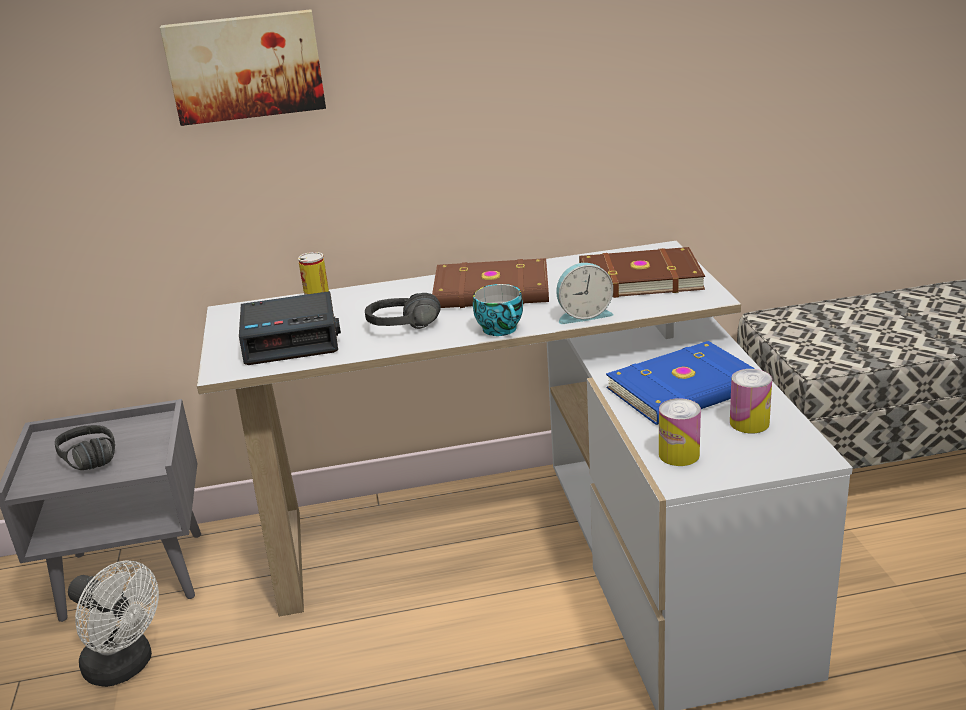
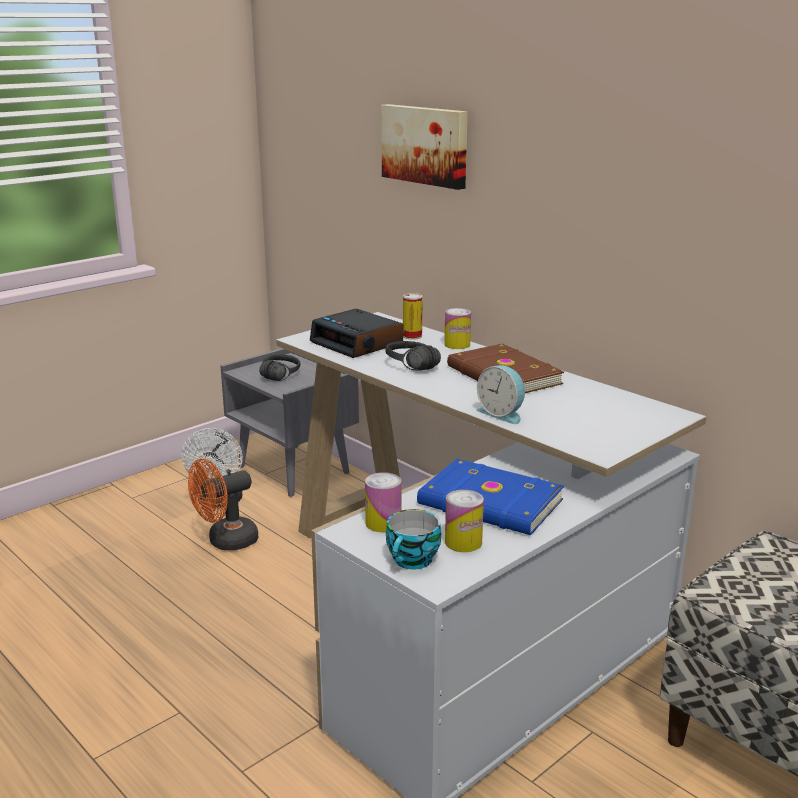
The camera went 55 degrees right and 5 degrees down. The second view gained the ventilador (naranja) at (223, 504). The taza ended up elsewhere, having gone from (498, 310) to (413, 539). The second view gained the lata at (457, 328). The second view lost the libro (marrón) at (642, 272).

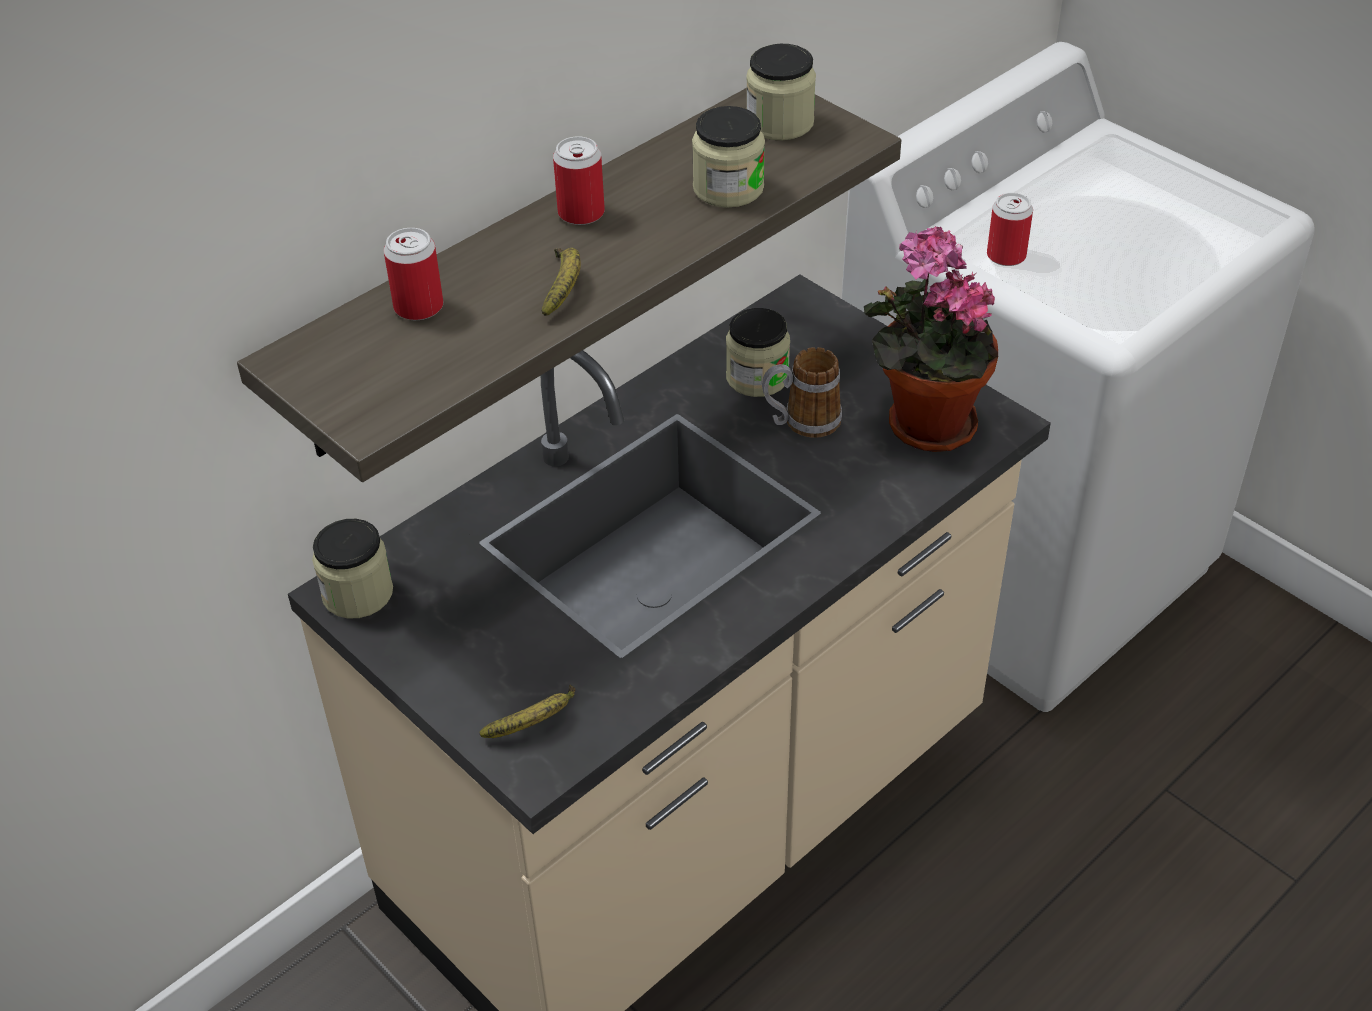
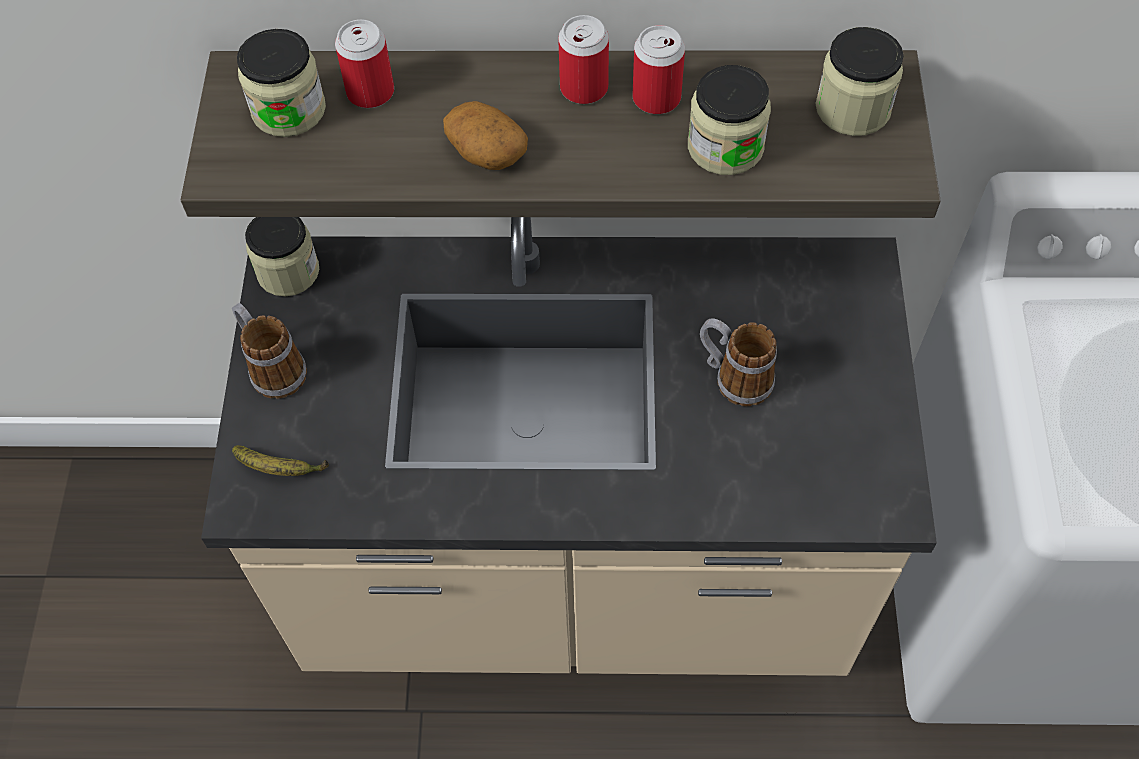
The camera went 45 degrees right and 15 degrees up. The second view gained the taza grande at (269, 351). The tarro ended up elsewhere, having gone from (758, 352) to (281, 83). Where the plátano stood at (561, 282), the patata came to stand at (485, 135). The lata ended up elsewhere, having gone from (1010, 229) to (659, 69). The second view lost the planta en maceta at (931, 339).

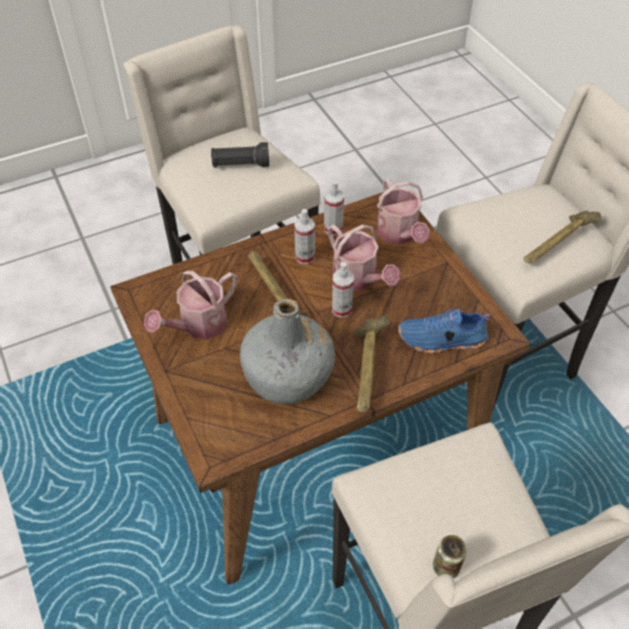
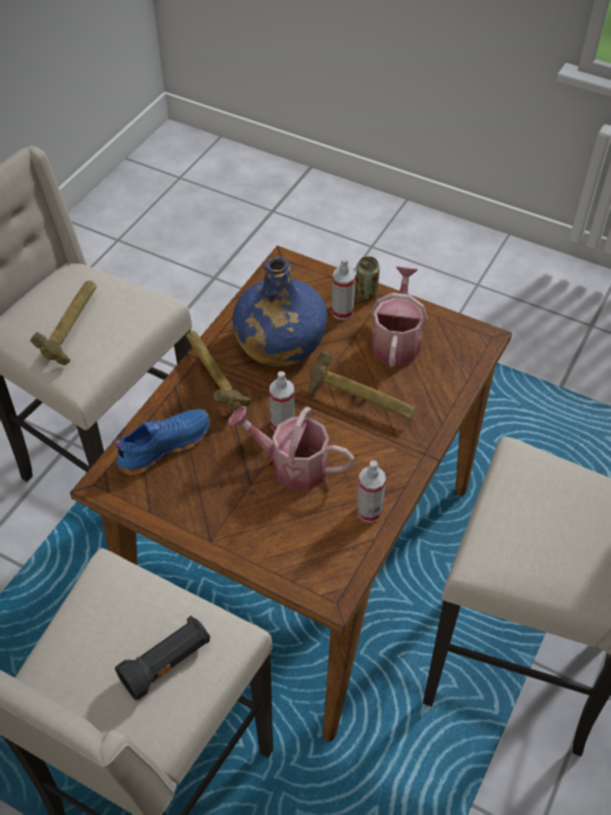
The camera went 145 degrees right and 0 degrees up. The martillo ended up elsewhere, having gone from (562, 237) to (63, 322). The linterna (negro) ended up elsewhere, having gone from (240, 155) to (163, 657). What was the botella (gris) at (287, 351) turned into the botella (azul) at (279, 311). The pulverizador ended up elsewhere, having gone from (304, 236) to (343, 289). The lata ended up elsewhere, having gone from (450, 556) to (367, 278). The second view lost the regadera at (403, 211).

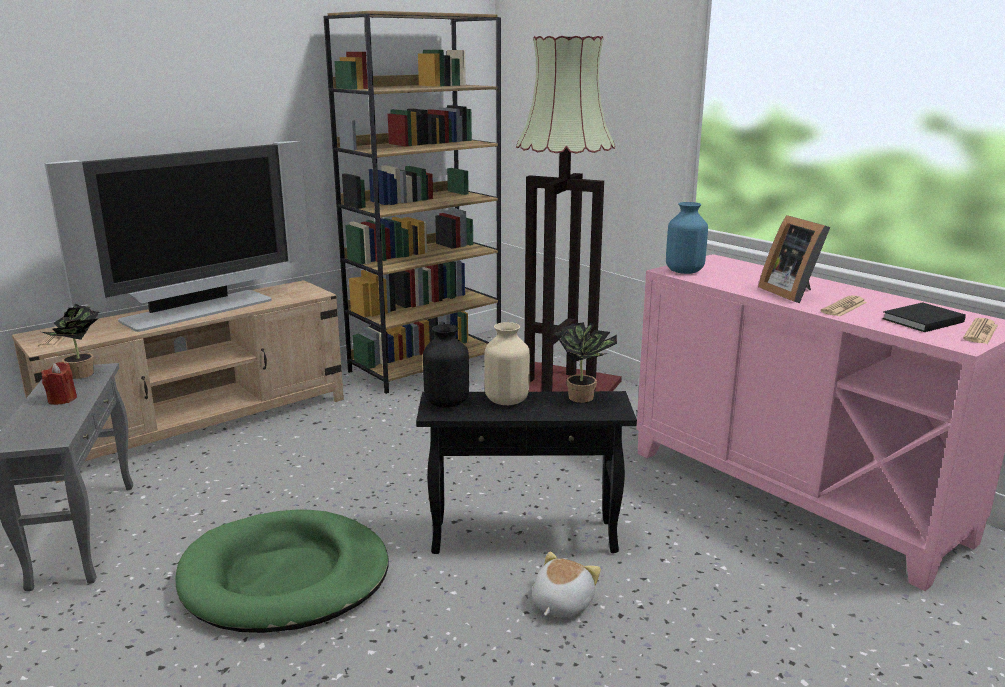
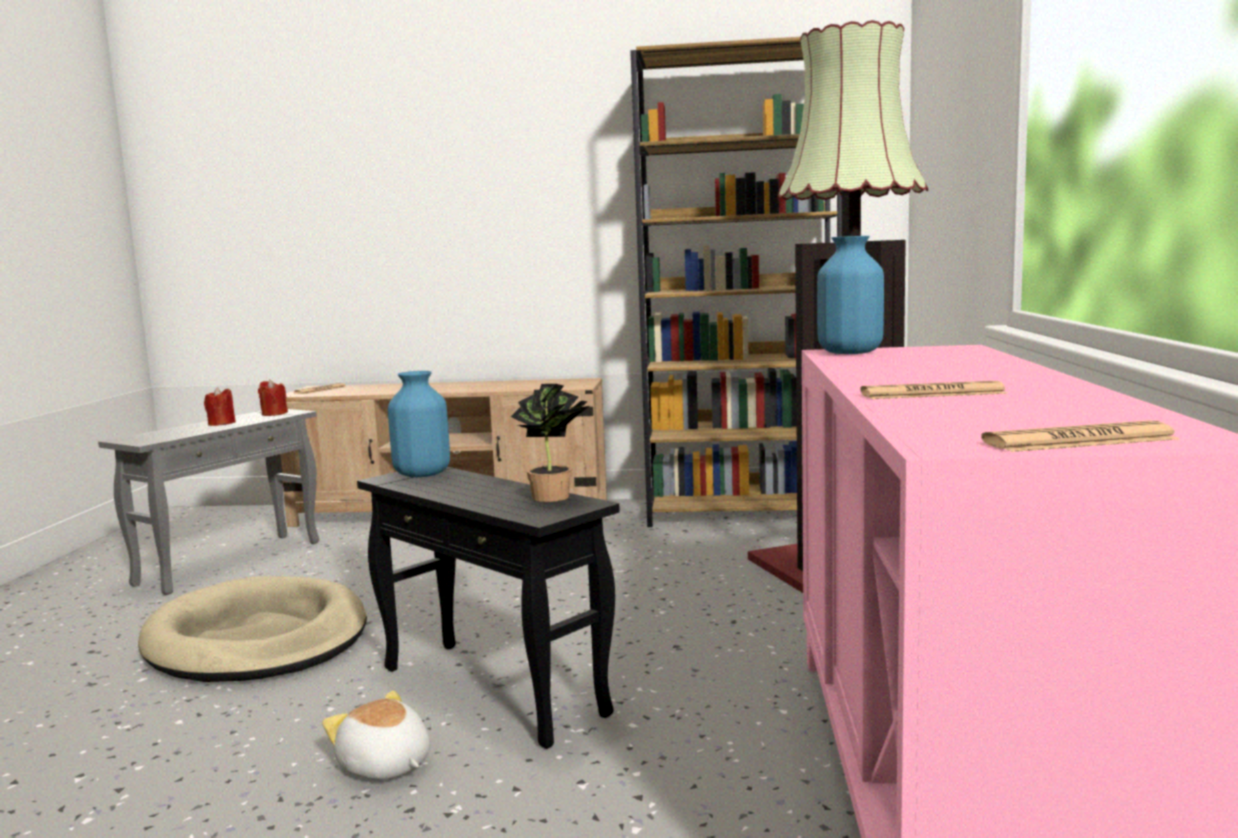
The camera went 45 degrees right and 10 degrees down. What was the cama para perro (verde) at (281, 571) turned into the cama para perro (beis) at (252, 629). Where the planta en maceta stood at (70, 341), the vela (rojo) came to stand at (273, 397). The peluche at (566, 585) ended up facing another way, 120 degrees counterclockwise from before. What was the florero (negro) at (446, 366) turned into the florero (azul) at (419, 424). The second view lost the televisor at (177, 236). The second view lost the florero (beis) at (507, 363). The second view lost the portarretratos at (794, 259). The second view lost the libro (negro) at (924, 317).

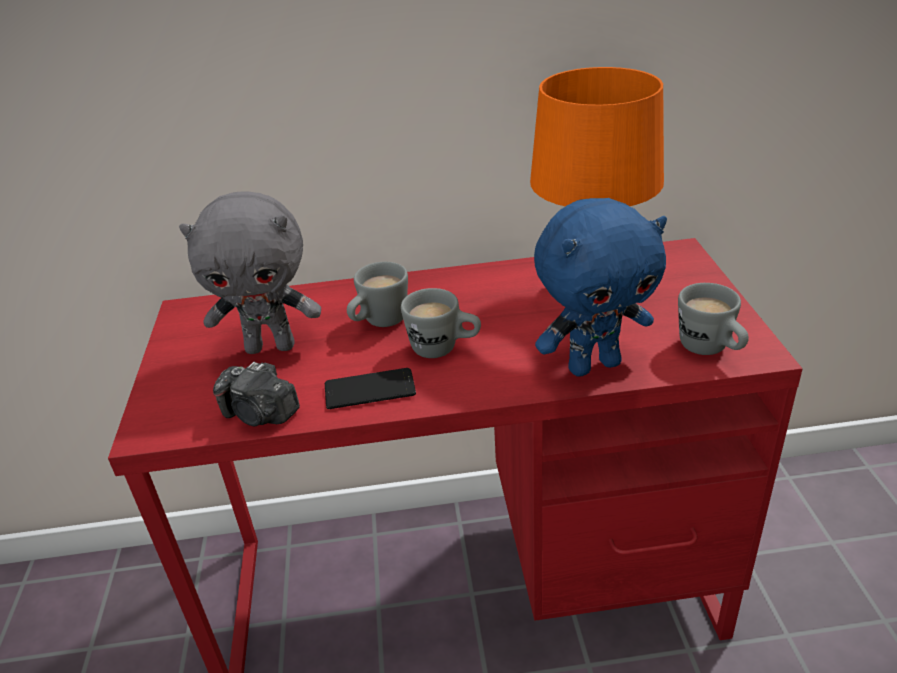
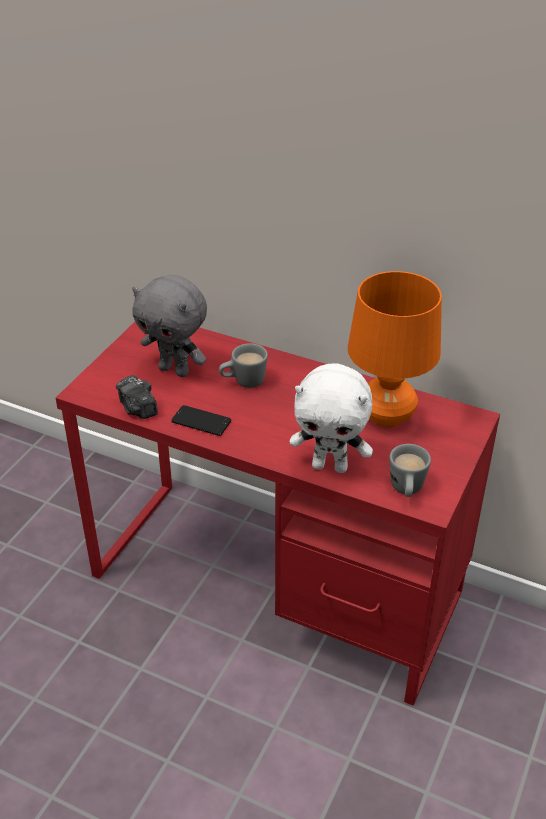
The camera went 30 degrees right and 5 degrees up. What was the peluche (azul) at (600, 287) turned into the peluche (blanco) at (331, 418). The second view lost the taza grande (gris) at (441, 323).

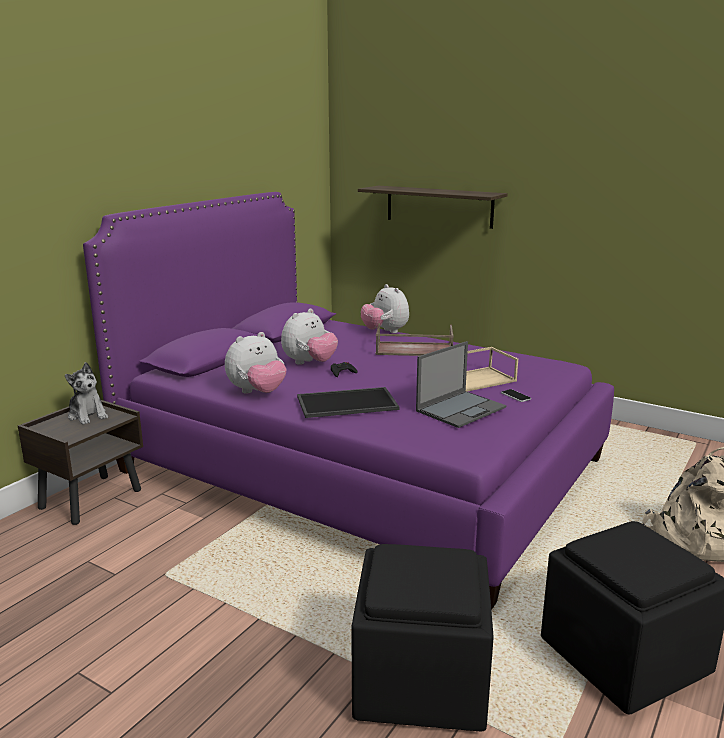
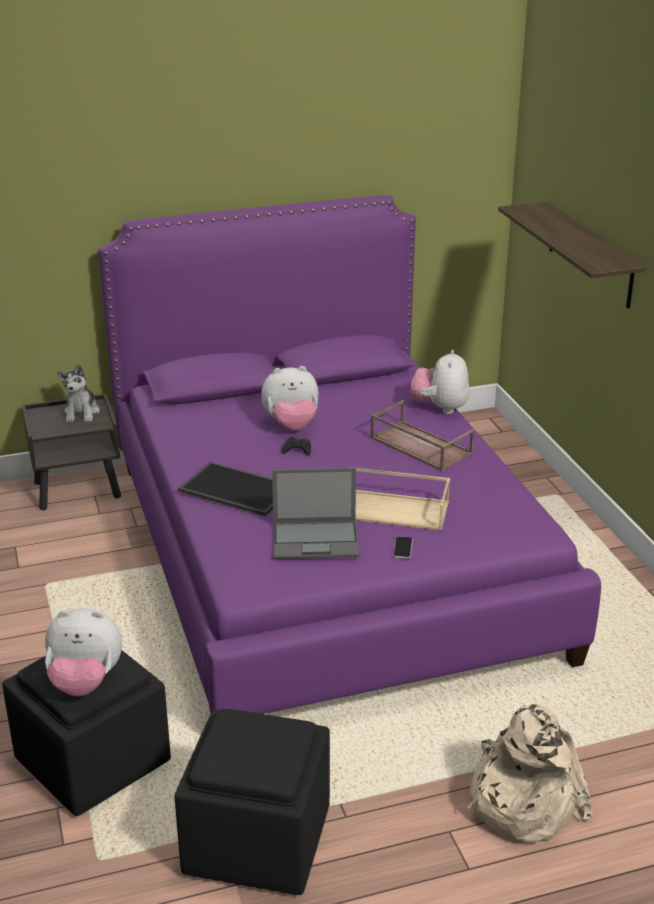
The camera went 40 degrees right and 10 degrees up. The peluche ended up elsewhere, having gone from (255, 363) to (83, 652).

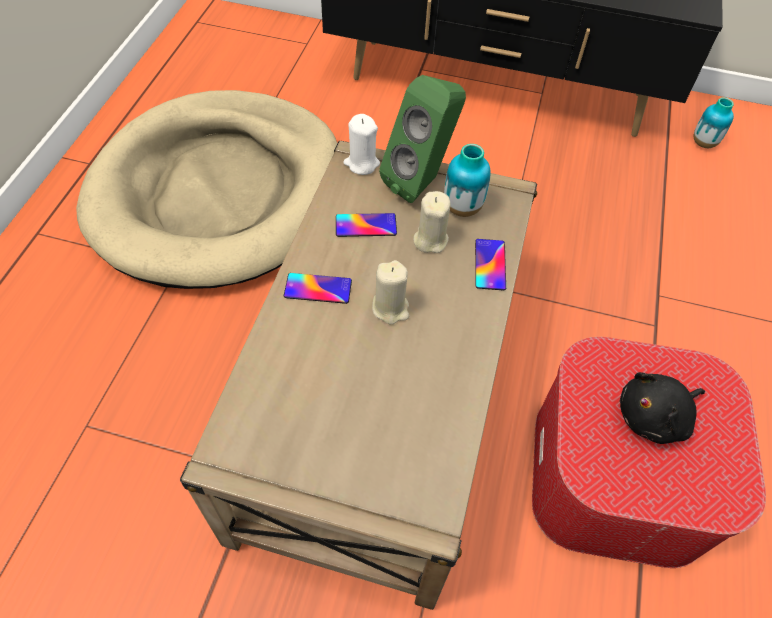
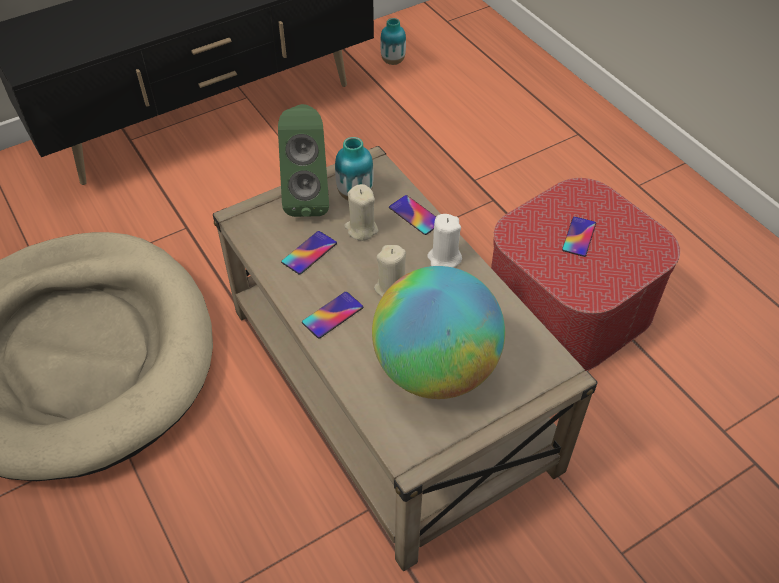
The camera went 45 degrees left and 5 degrees down. The second view gained the globo terráqueo at (438, 332). The vela (blanco) ended up elsewhere, having gone from (362, 144) to (444, 241). Where the peluche (negro) stood at (662, 408), the móvil came to stand at (579, 236).

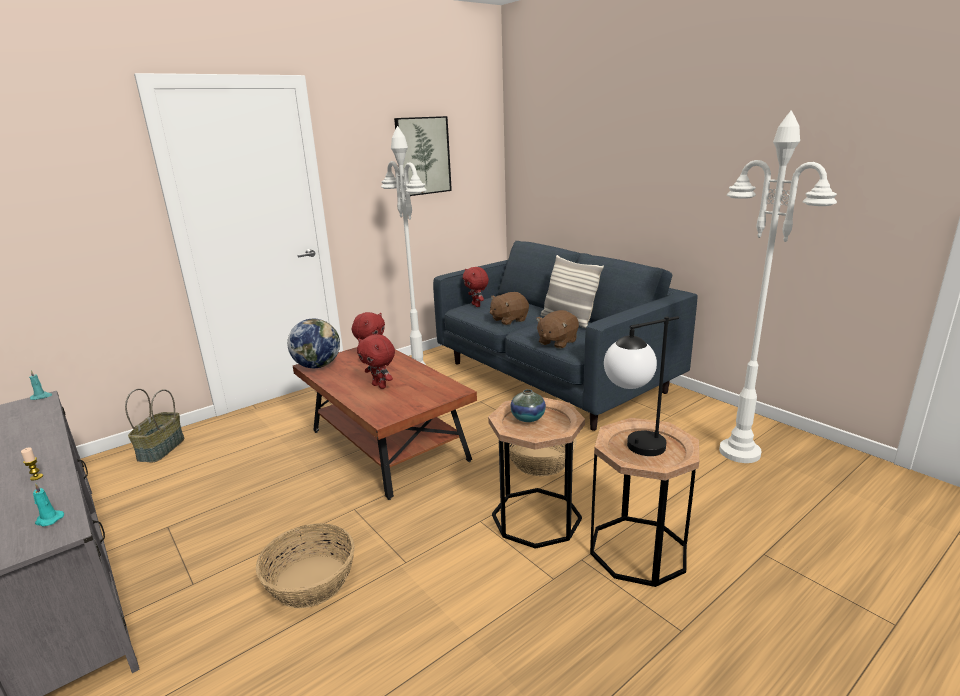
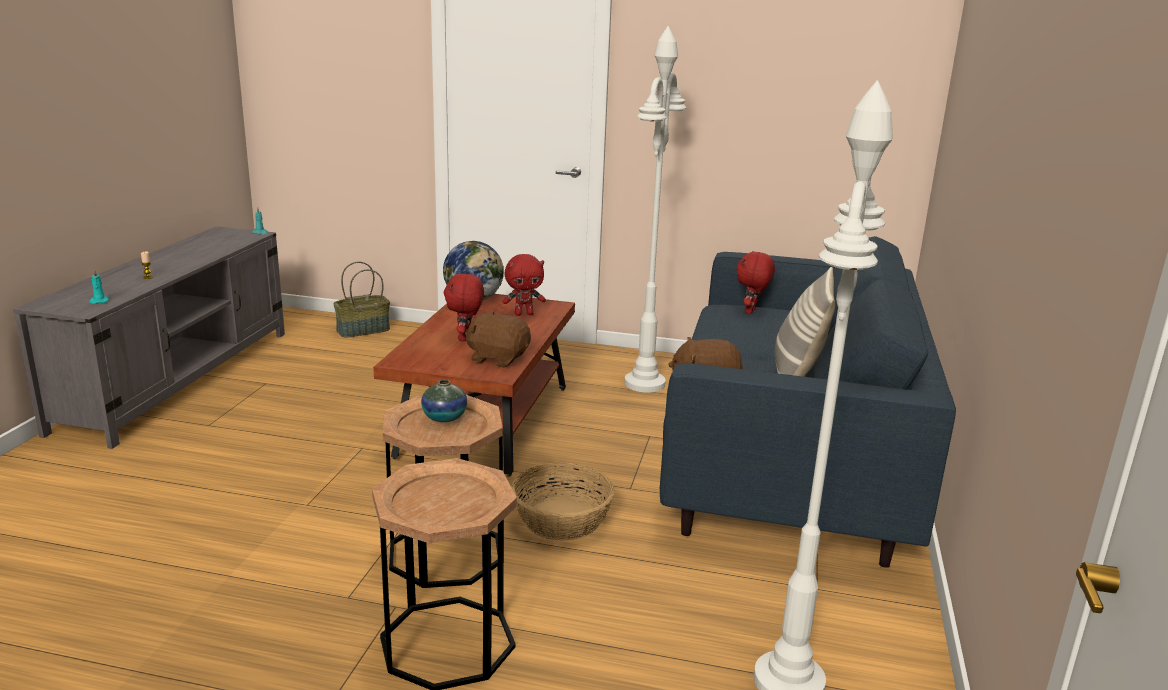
The camera went 50 degrees right and 0 degrees up. The peluche (marrón) ended up elsewhere, having gone from (509, 308) to (498, 339). The second view lost the cesta at (305, 565). The second view lost the cuadro at (423, 156). The second view lost the lámpara de mesa at (641, 386).

